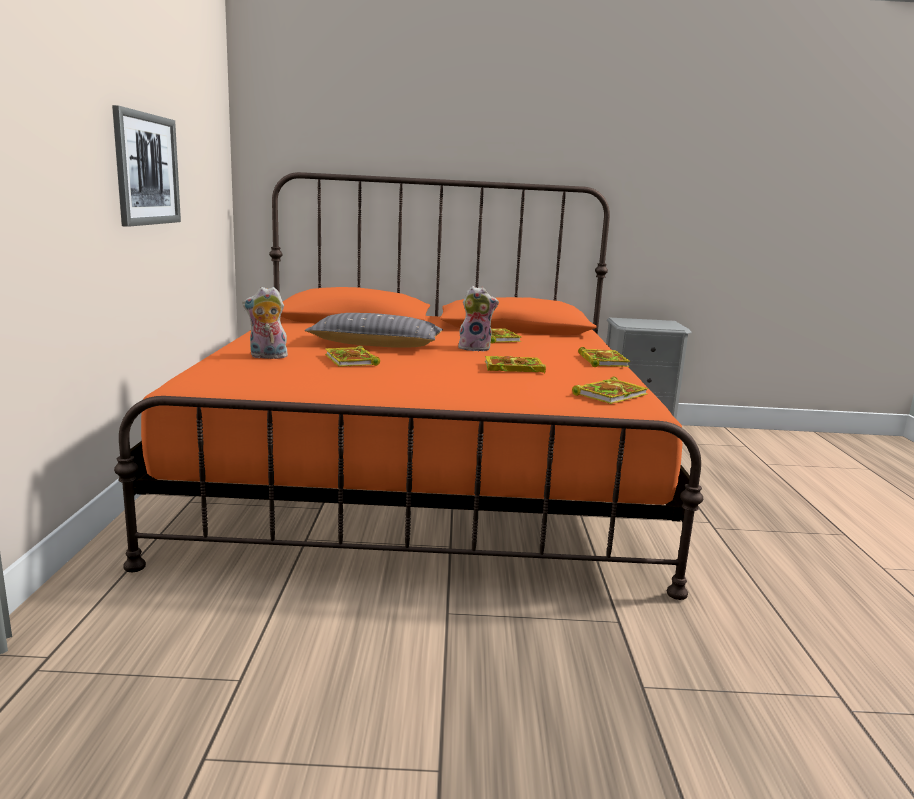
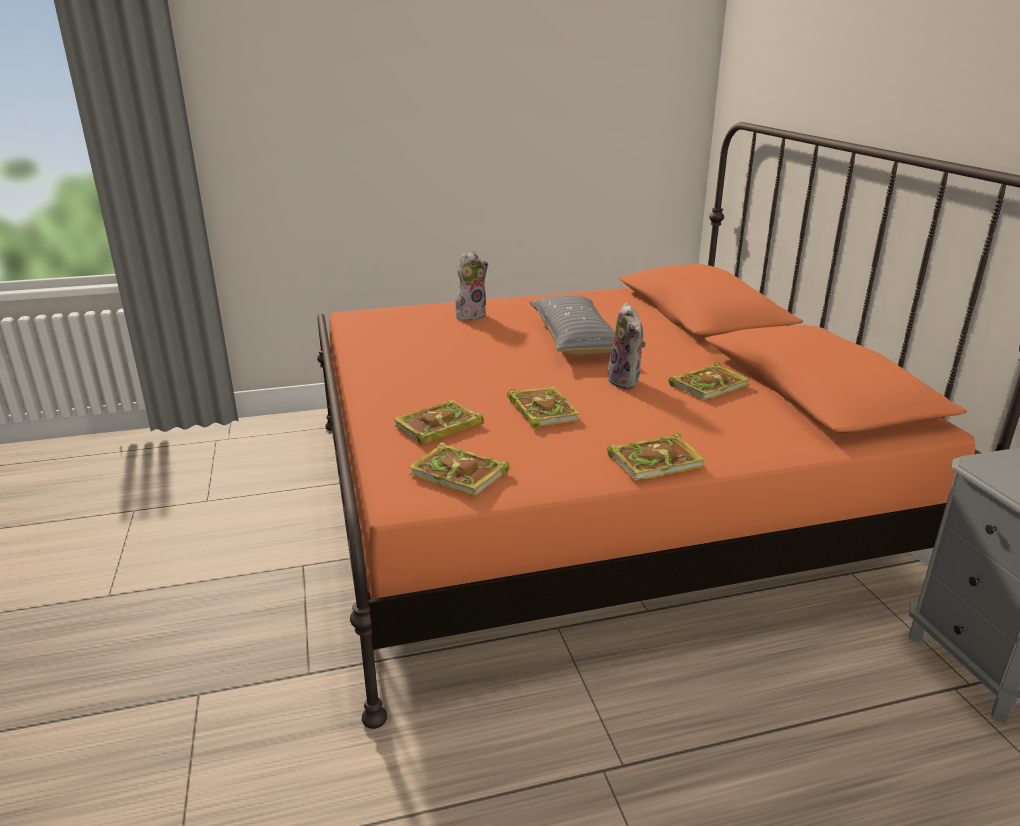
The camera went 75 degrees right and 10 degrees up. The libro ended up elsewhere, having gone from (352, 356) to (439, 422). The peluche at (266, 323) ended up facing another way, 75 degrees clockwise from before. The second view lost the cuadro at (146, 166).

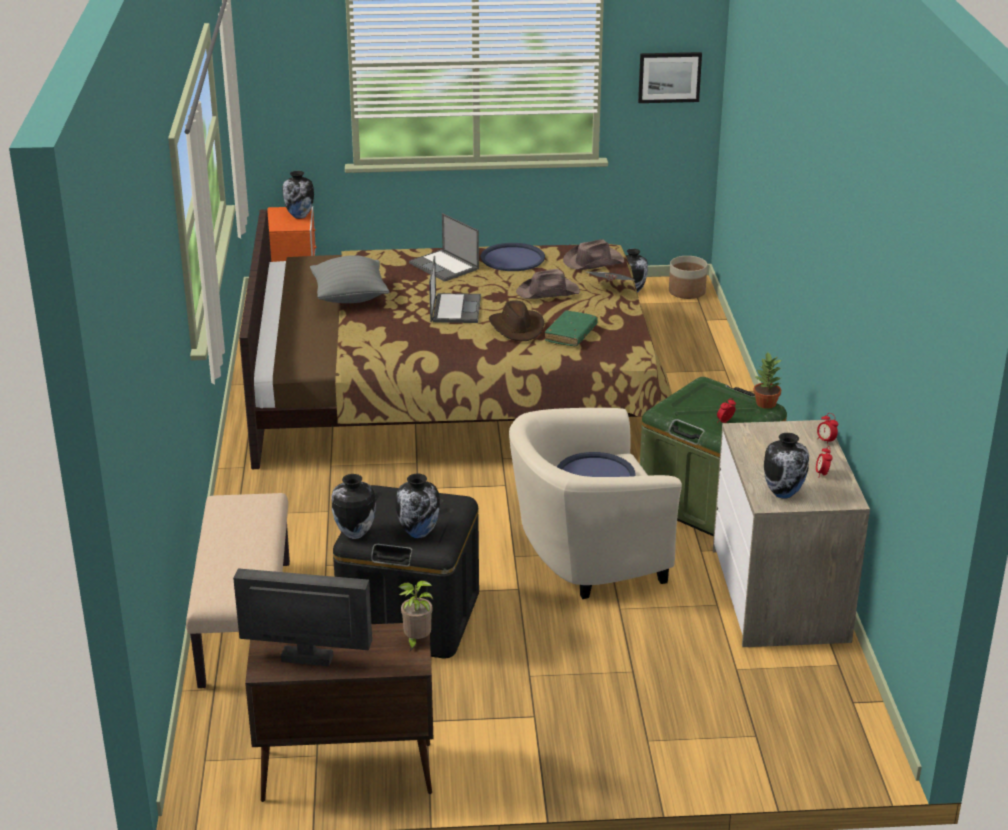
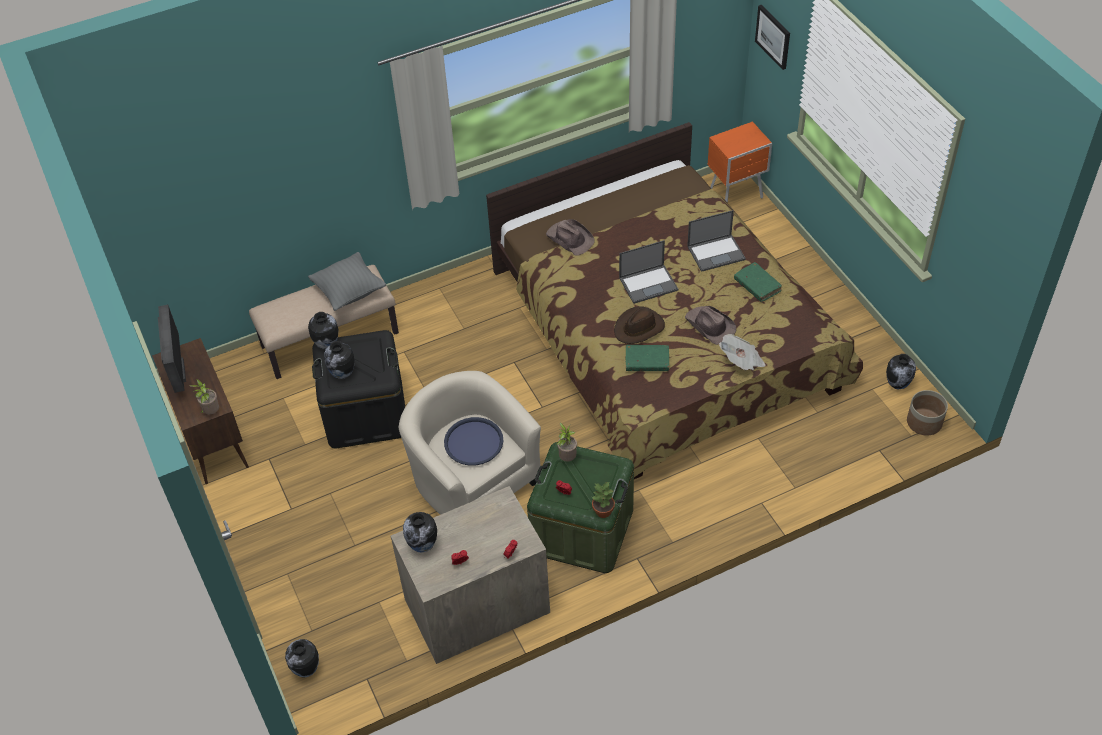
The camera went 70 degrees right and 20 degrees up. The florero ended up elsewhere, having gone from (298, 195) to (302, 658). The cojín (gris) ended up elsewhere, having gone from (349, 279) to (347, 281). The sombrero (marrón) ended up elsewhere, having gone from (593, 254) to (570, 237). The second view gained the planta en maceta at (567, 441). The portátil at (444, 247) ended up facing another way, 135 degrees counterclockwise from before. Where the bandeja (azul) stood at (513, 257), the libro (verde) came to stand at (758, 282). The cuadro ended up elsewhere, having gone from (670, 77) to (772, 37).

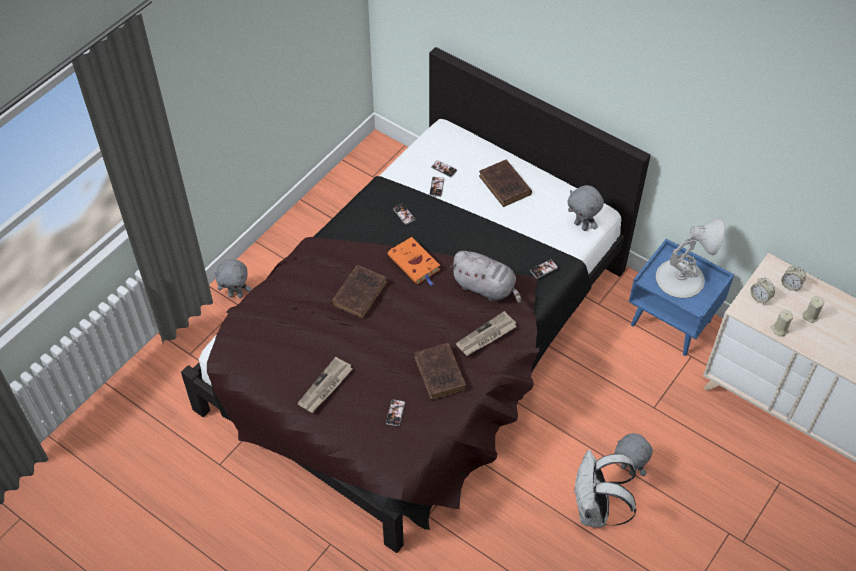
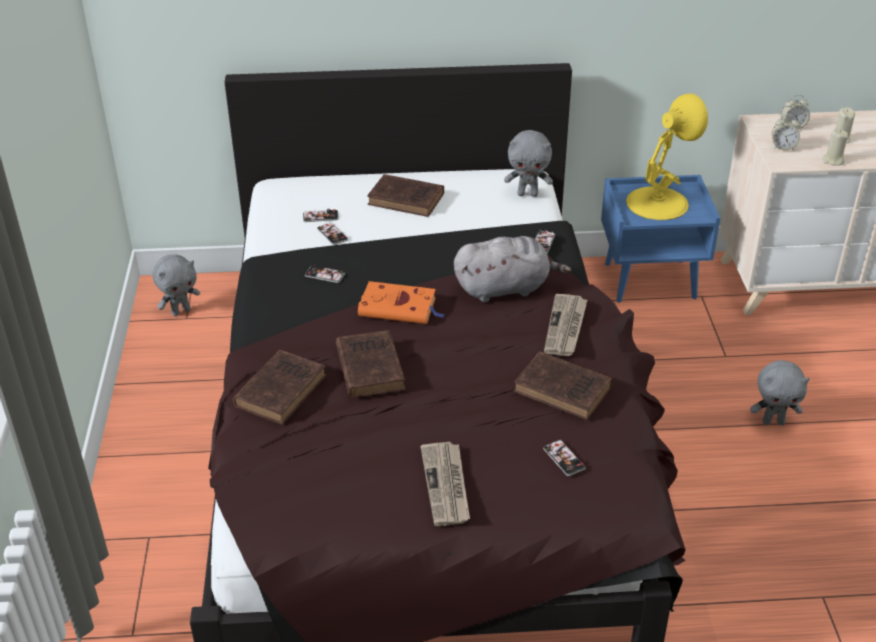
The camera went 40 degrees left and 15 degrees down. The peluche (gris) ended up elsewhere, having gone from (233, 278) to (176, 285). The second view gained the libro (marrón) at (280, 387). What was the lámpara de mesa (blanco) at (690, 258) turned into the lámpara de mesa (amarillo) at (667, 156). The second view lost the mochila (blanco) at (605, 489).

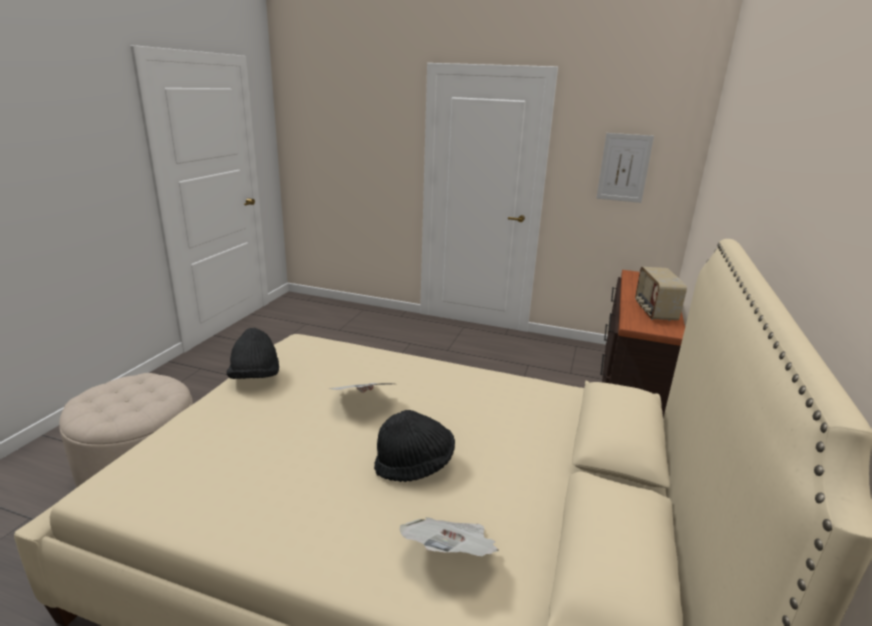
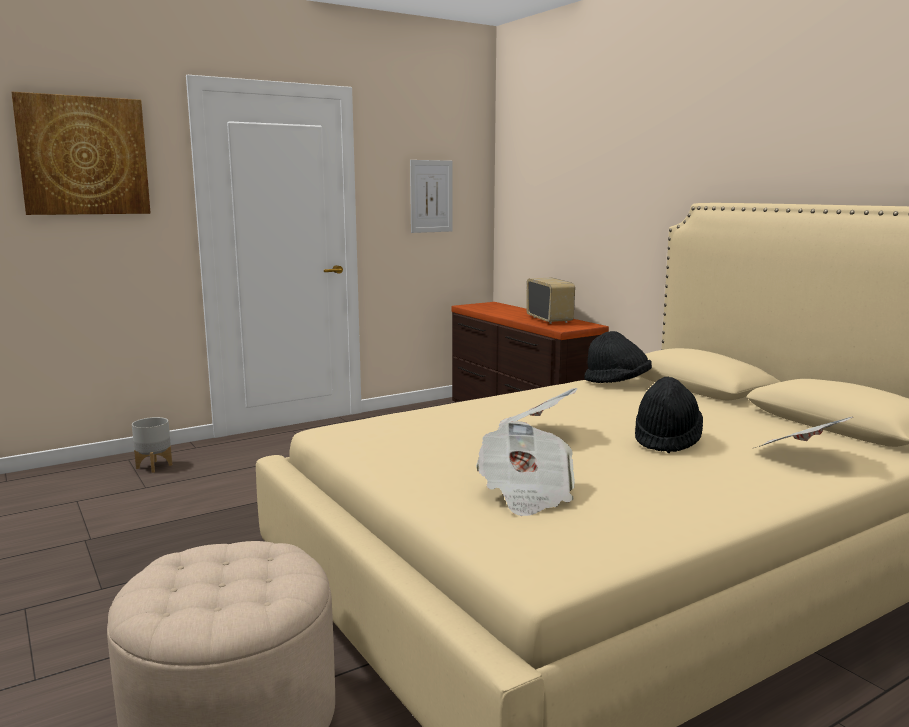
The camera went 50 degrees left and 10 degrees down. The second view gained the cuadro at (81, 153). The second view gained the maceta (gris) at (152, 445). The second view gained the periódico at (525, 468). The radio at (661, 294) ended up facing another way, 150 degrees counterclockwise from before. The sombrero (negro) ended up elsewhere, having gone from (252, 353) to (618, 357).

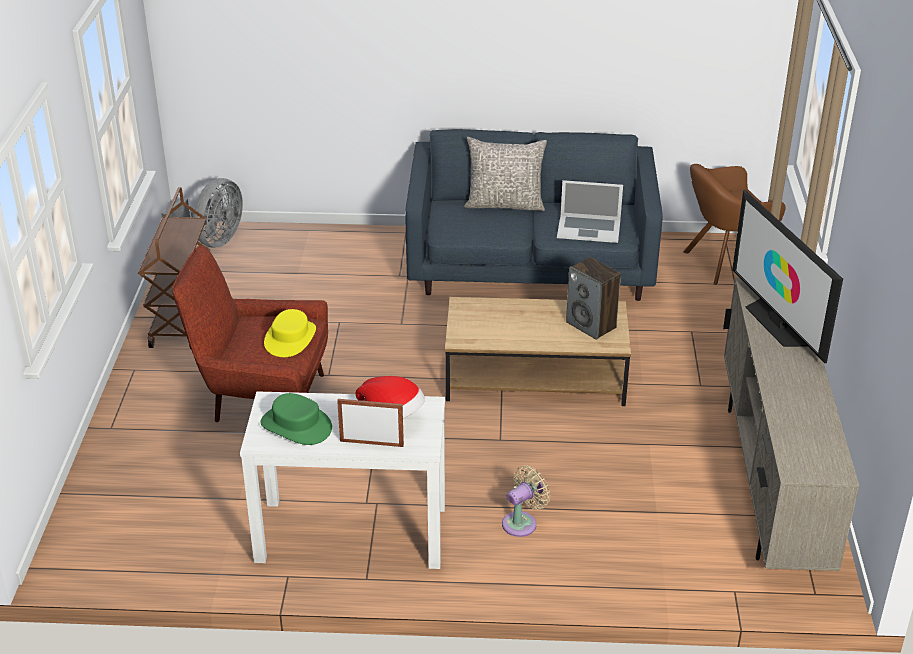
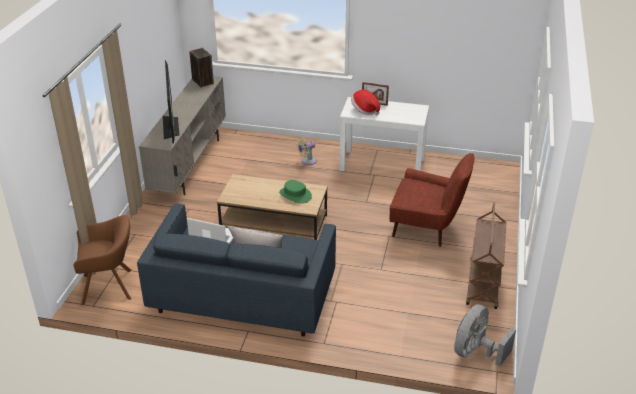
The camera went 170 degrees left and 0 degrees up. The altavoz ended up elsewhere, having gone from (593, 298) to (201, 67). The sombrero (verde) ended up elsewhere, having gone from (296, 419) to (295, 191). The second view lost the sombrero (amarillo) at (290, 333).

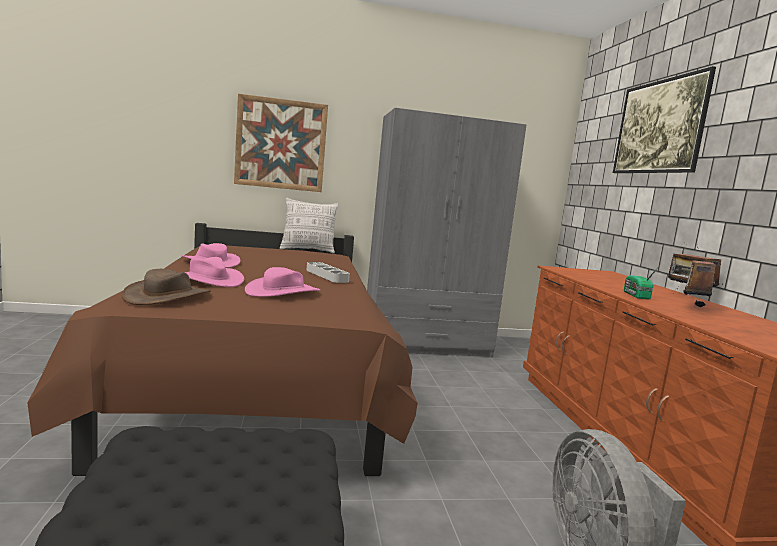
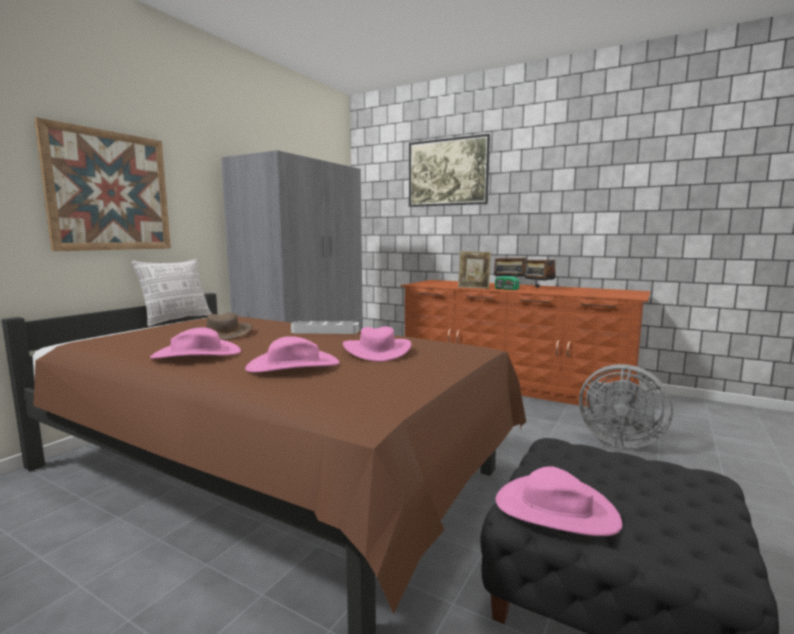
The camera went 50 degrees left and 0 degrees up. The sombrero (marrón) ended up elsewhere, having gone from (166, 287) to (222, 326). The second view gained the portarretratos at (474, 270). The second view gained the sombrero (rosa) at (558, 501).

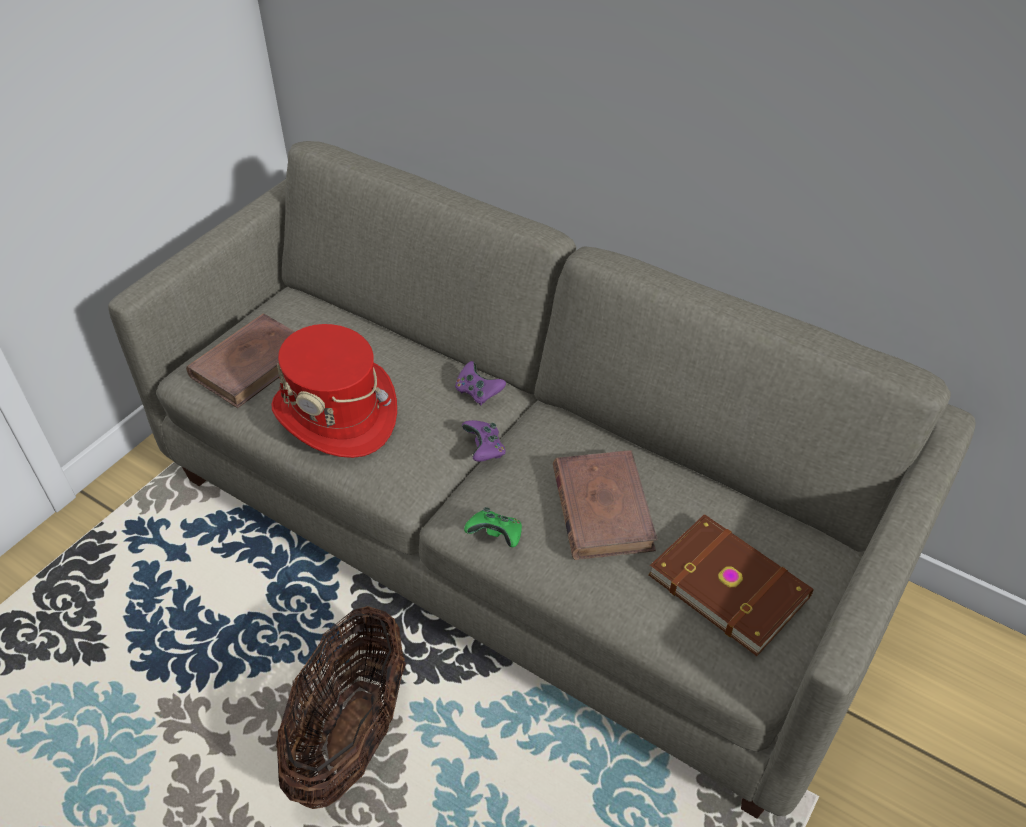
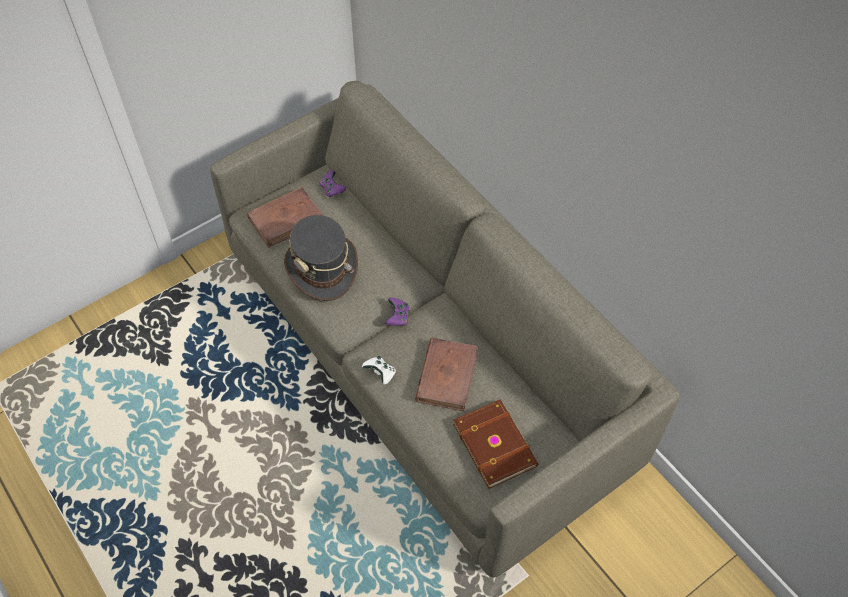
The camera went 20 degrees right and 10 degrees up. What was the sombrero (rojo) at (334, 391) turned into the sombrero (gris) at (321, 258). The mando de consola (morado) ended up elsewhere, having gone from (480, 383) to (332, 183). What was the mando de consola (verde) at (493, 527) turned into the mando de consola (blanco) at (379, 370). The second view lost the cesta at (341, 707).

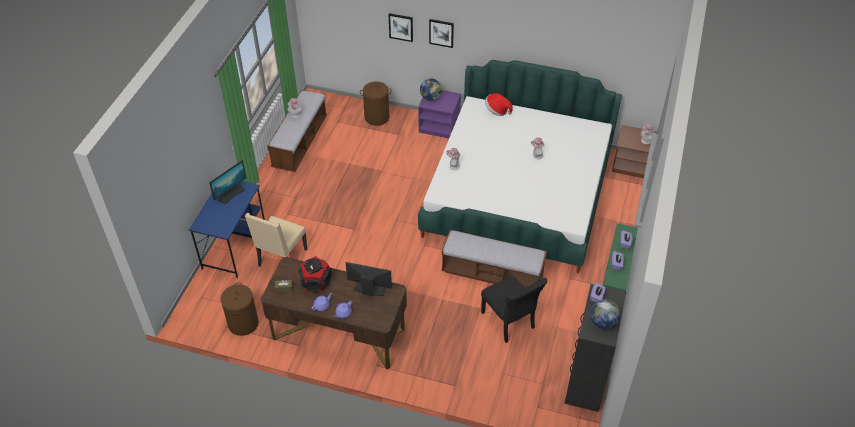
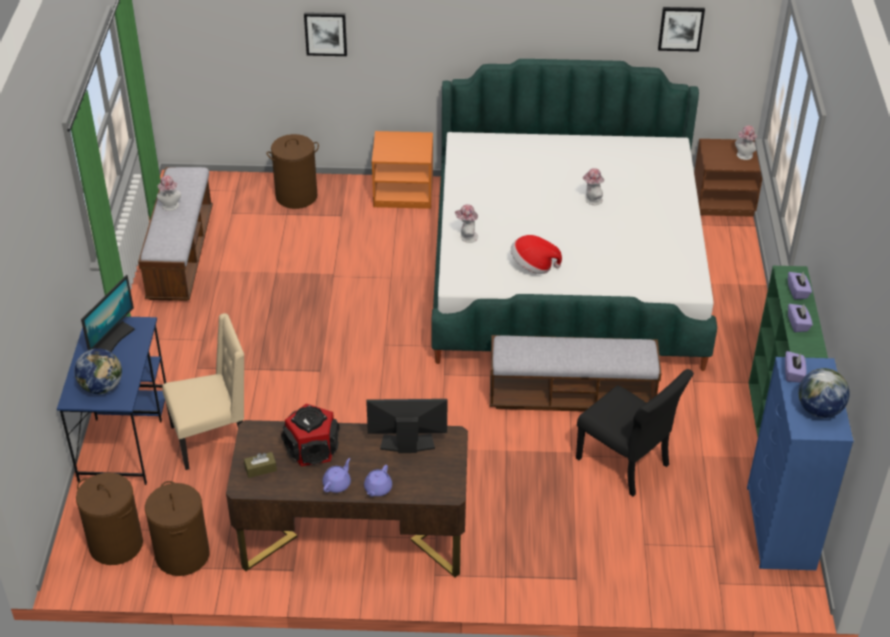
The camera went 15 degrees left and 5 degrees down. The globo terráqueo ended up elsewhere, having gone from (431, 89) to (98, 371). The second view gained the cesto de la ropa (marrón) at (109, 519). The silla (beis) at (276, 239) ended up facing another way, 120 degrees counterclockwise from before. What was the mesita de noche (morado) at (439, 114) turned into the mesita de noche (naranja) at (402, 170). The sombrero ended up elsewhere, having gone from (499, 104) to (536, 254). The cuadro ended up elsewhere, having gone from (441, 33) to (681, 29). What was the cómoda (negro) at (595, 348) turned into the cómoda (azul) at (800, 463).

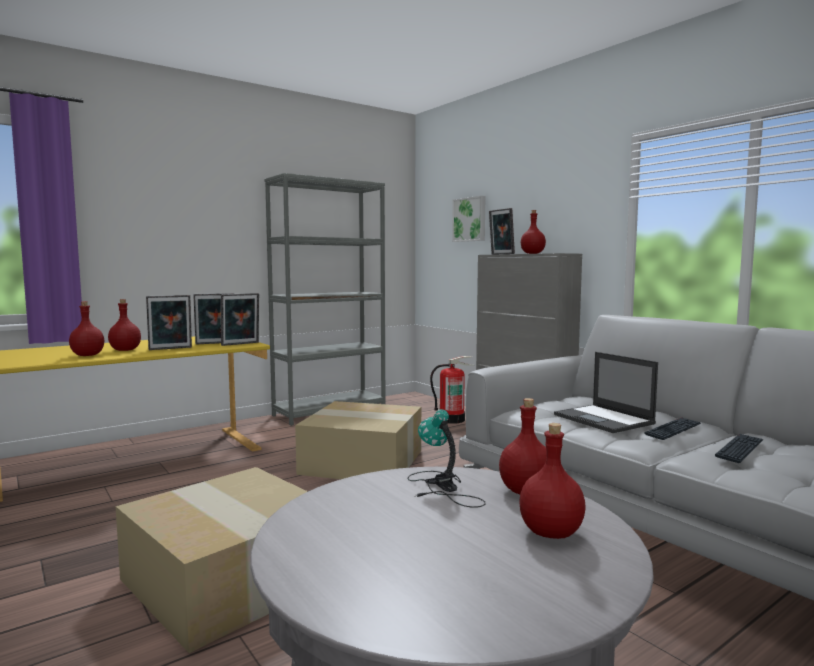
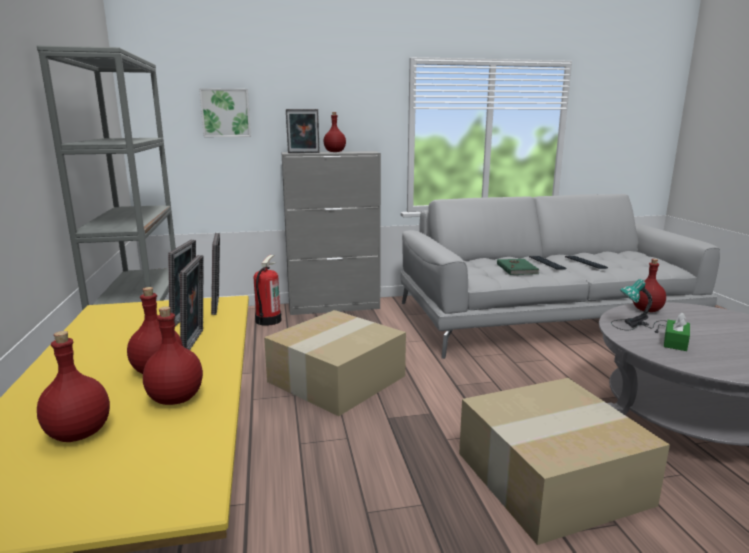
The camera went 65 degrees left and 10 degrees up. The botella (rojo) ended up elsewhere, having gone from (552, 481) to (73, 386). Where the portátil stood at (606, 392), the libro (verde) came to stand at (518, 267). The second view gained the caja de pañuelos (verde) at (677, 332).

